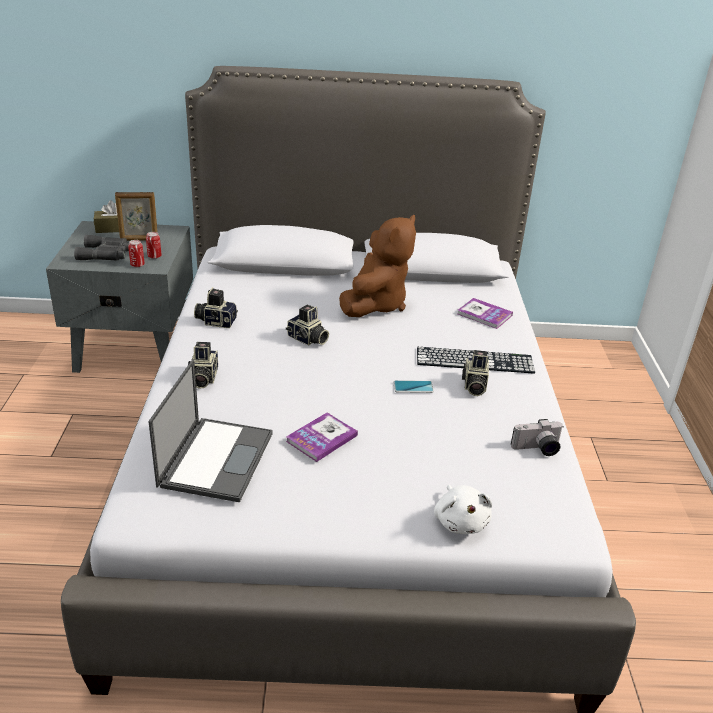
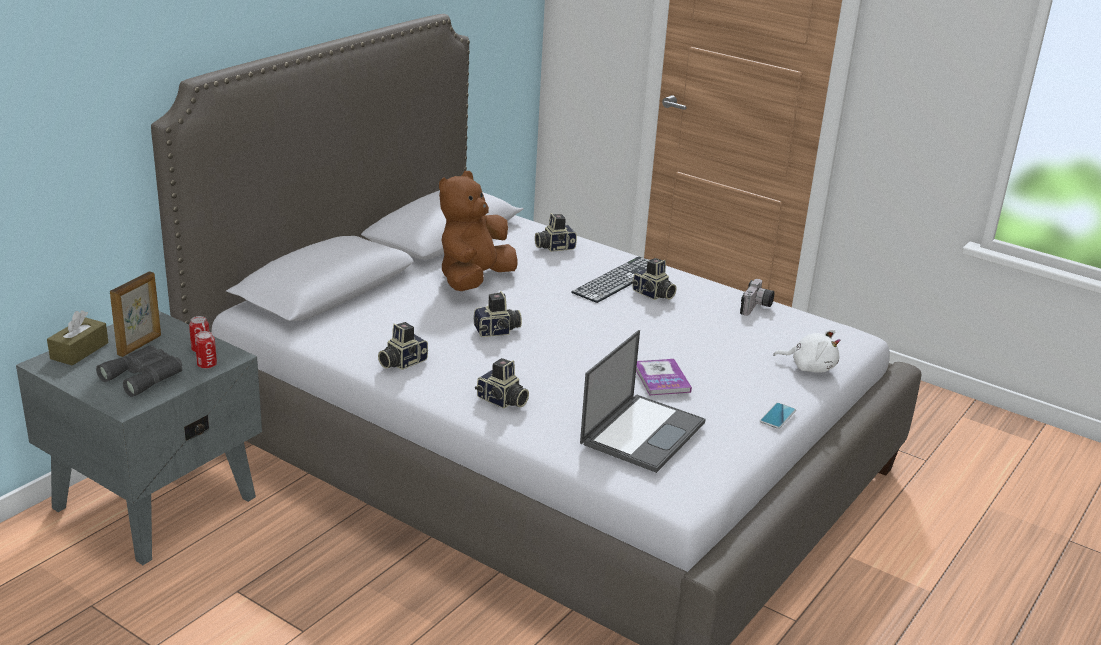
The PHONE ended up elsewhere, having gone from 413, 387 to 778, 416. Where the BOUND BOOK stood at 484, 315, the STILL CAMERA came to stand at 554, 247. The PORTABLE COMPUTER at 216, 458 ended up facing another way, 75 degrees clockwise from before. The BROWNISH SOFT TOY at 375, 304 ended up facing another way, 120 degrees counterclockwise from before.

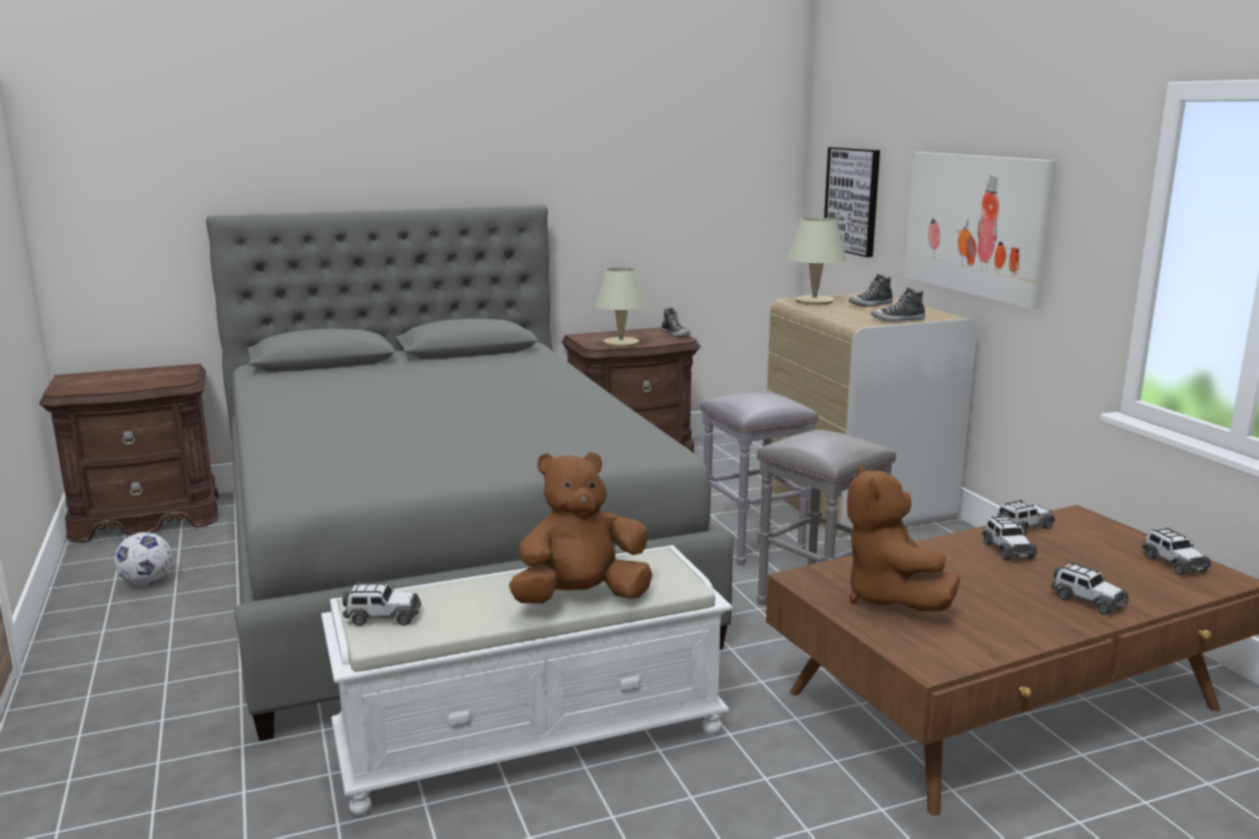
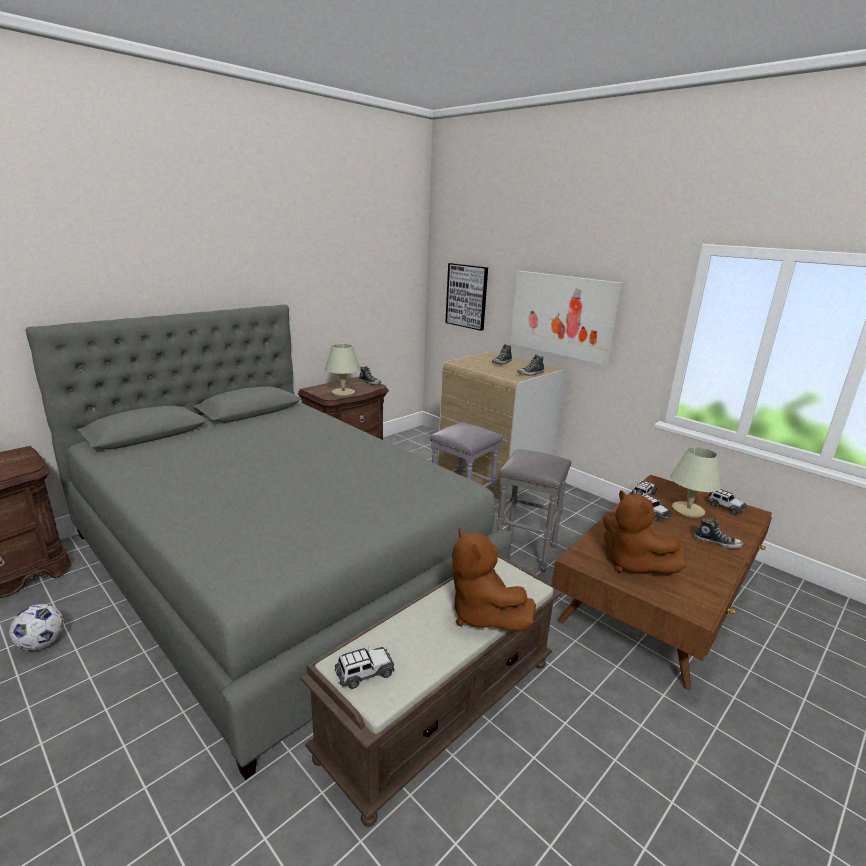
The BEIGE TABLE LAMP ended up elsewhere, having gone from 814, 301 to 688, 510. Where the MODEL CAR stood at 1087, 601, the LOW SHOE came to stand at 717, 542. What was the WHITISH LONG SEAT at 534, 736 turned into the BROWNISH LONG SEAT at 440, 705. The BROWNISH SOFT TOY at 581, 598 ended up facing another way, 75 degrees counterclockwise from before.

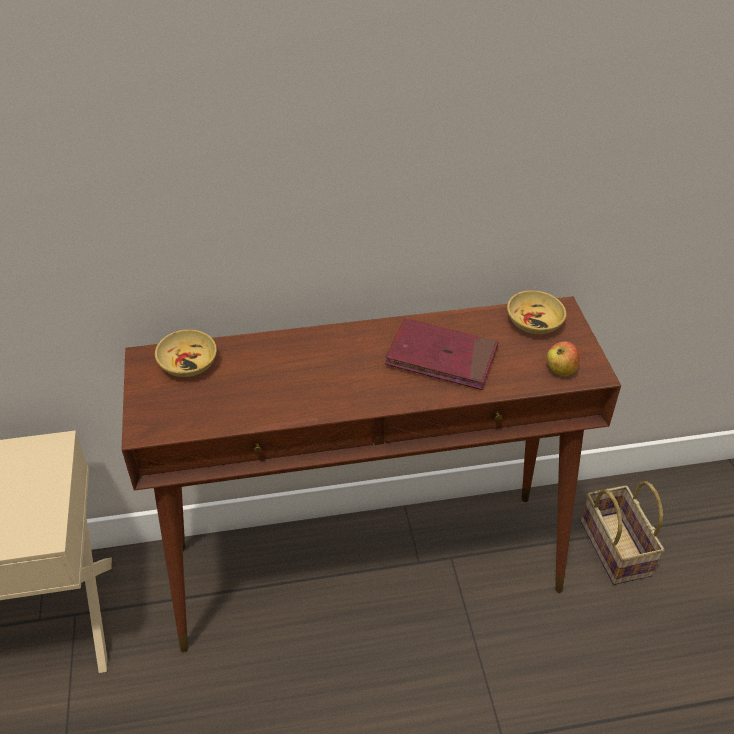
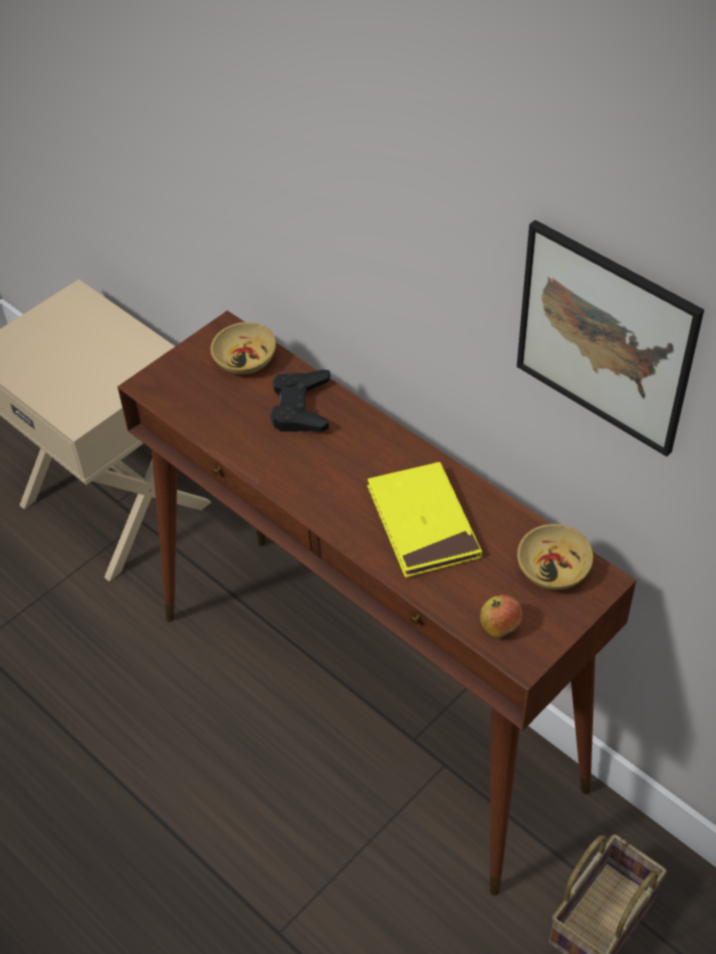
The second view gained the BLACKISH GAMEPAD at 301, 407. The second view gained the WALL PICTURE at 605, 338. What was the RED BOUND BOOK at 441, 358 turned into the YELLOWISH BOUND BOOK at 423, 523.

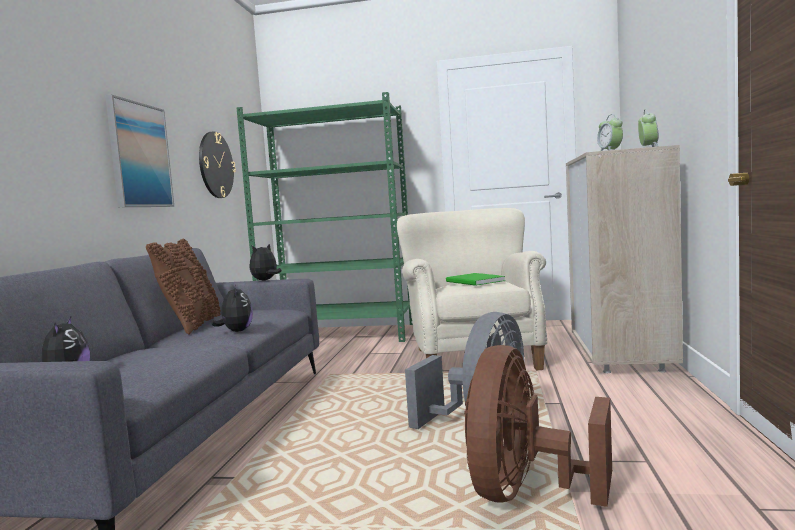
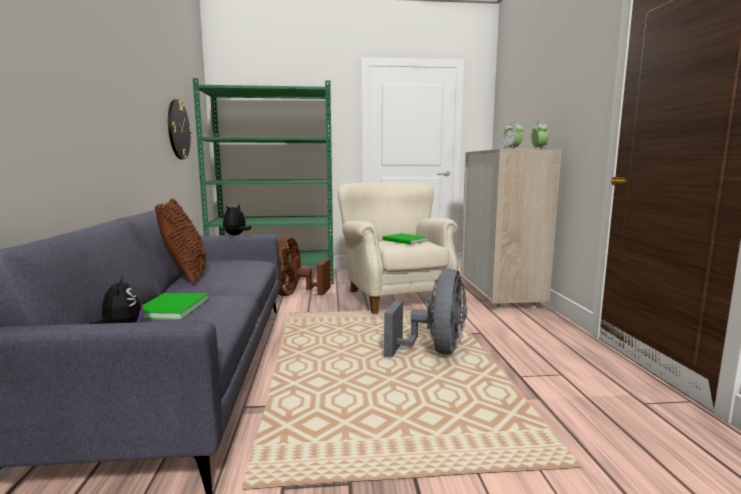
The second view lost the WALL PICTURE at 139, 155. The second view lost the SOFT TOY at 236, 331. The second view gained the GREEN BOUND BOOK at 169, 309. The BROWNISH ELECTRIC FAN ended up elsewhere, having gone from 526, 493 to 295, 294.

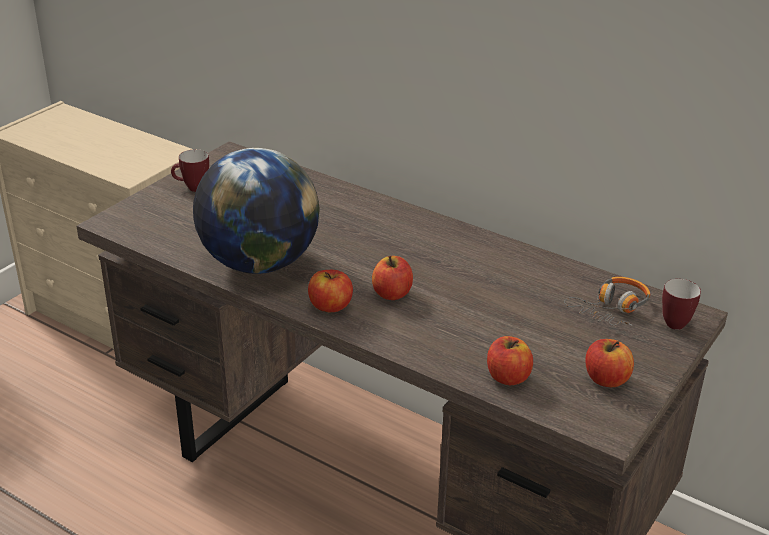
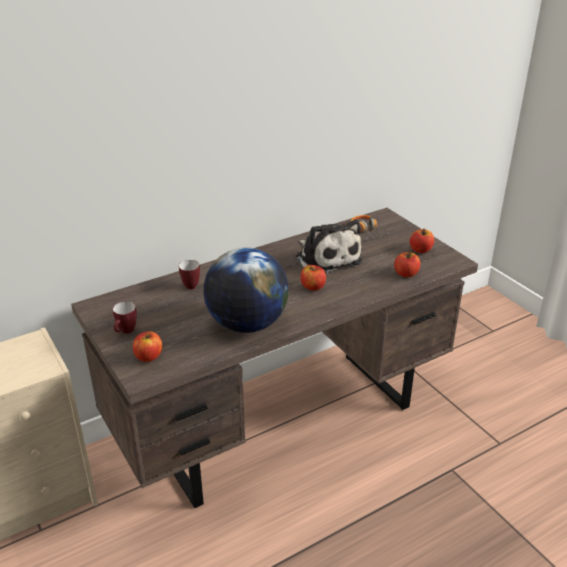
The second view gained the SOFT TOY at 326, 258. The APPLE FRUIT ended up elsewhere, having gone from 330, 306 to 148, 356. The TEA MUG ended up elsewhere, having gone from 675, 321 to 189, 285.

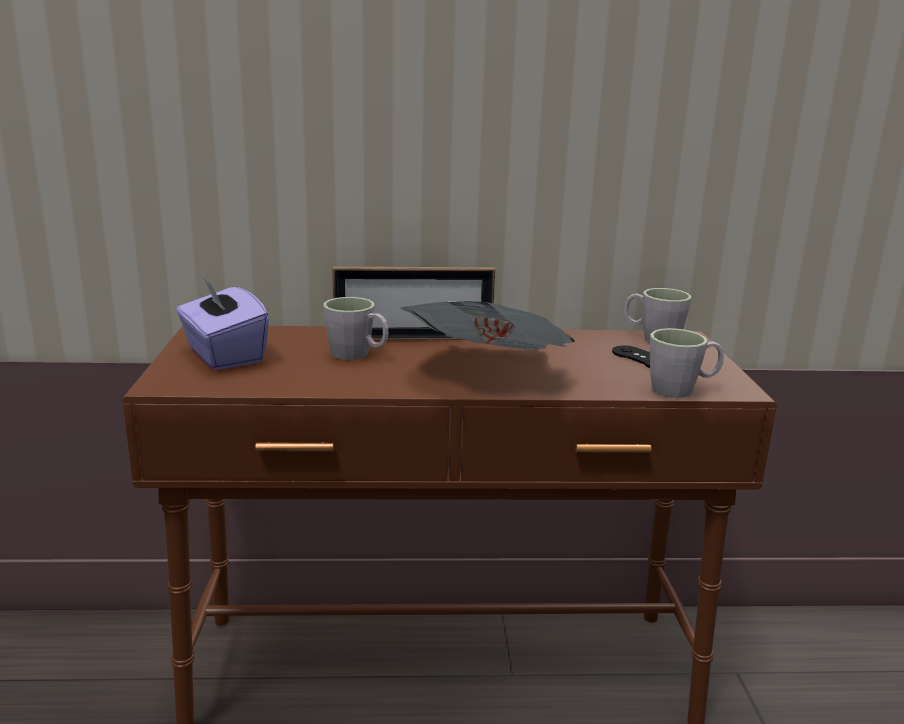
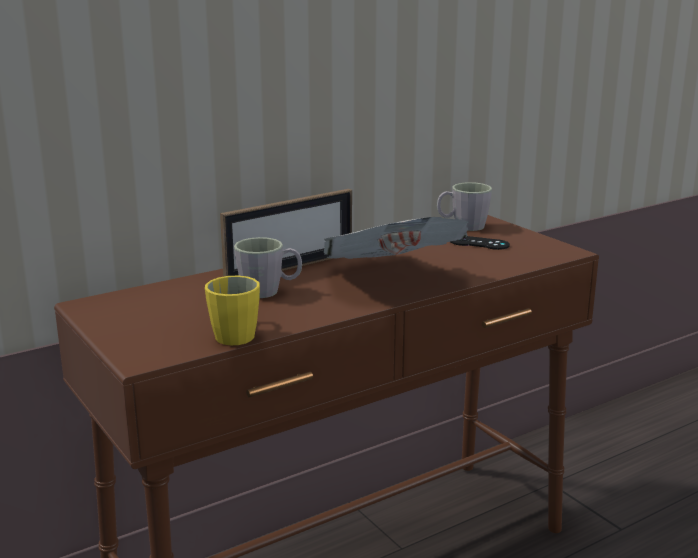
The second view lost the PURPLE-COLOURED BOX OF TISSUES at 223, 355. The second view lost the GRAY TEA MUG at 681, 390. The second view gained the YELLOWISH TEA MUG at 237, 333.

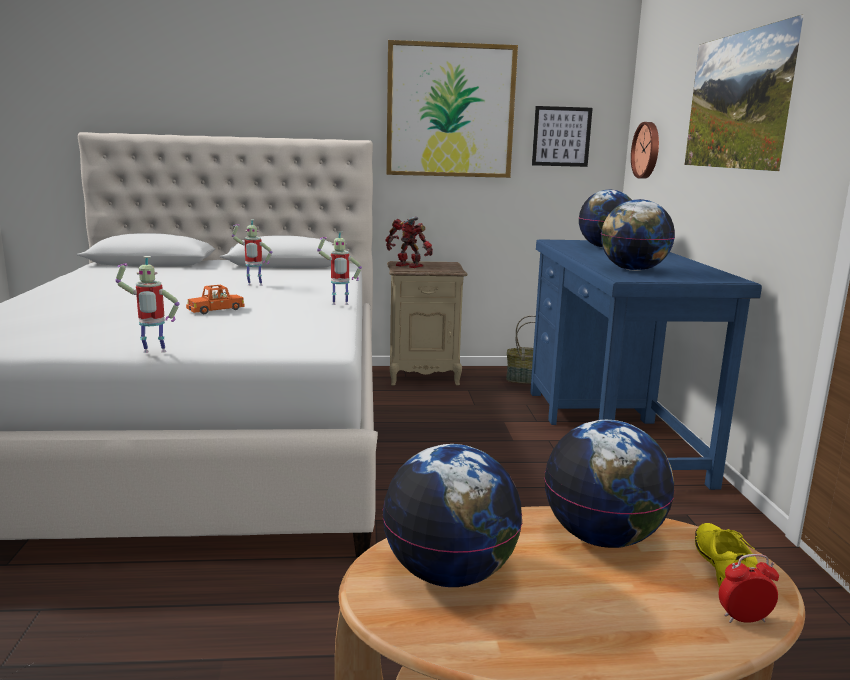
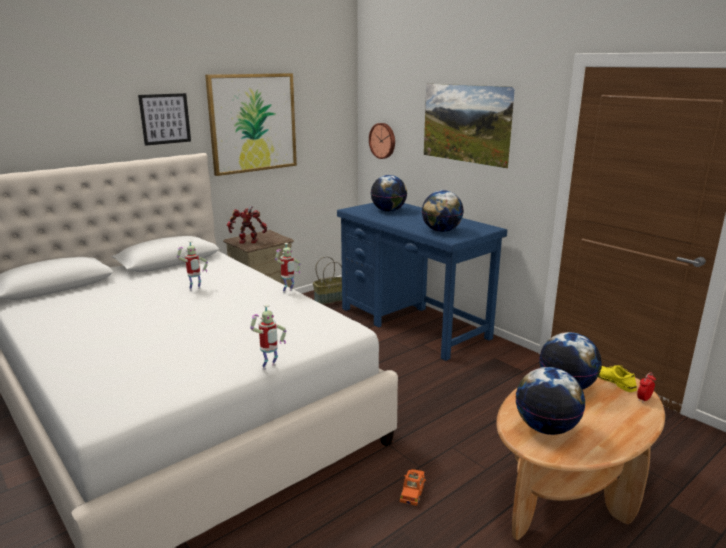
The ORANGEY MODEL CAR ended up elsewhere, having gone from 216, 310 to 413, 491. The WALL PICTURE ended up elsewhere, having gone from 561, 136 to 165, 119.

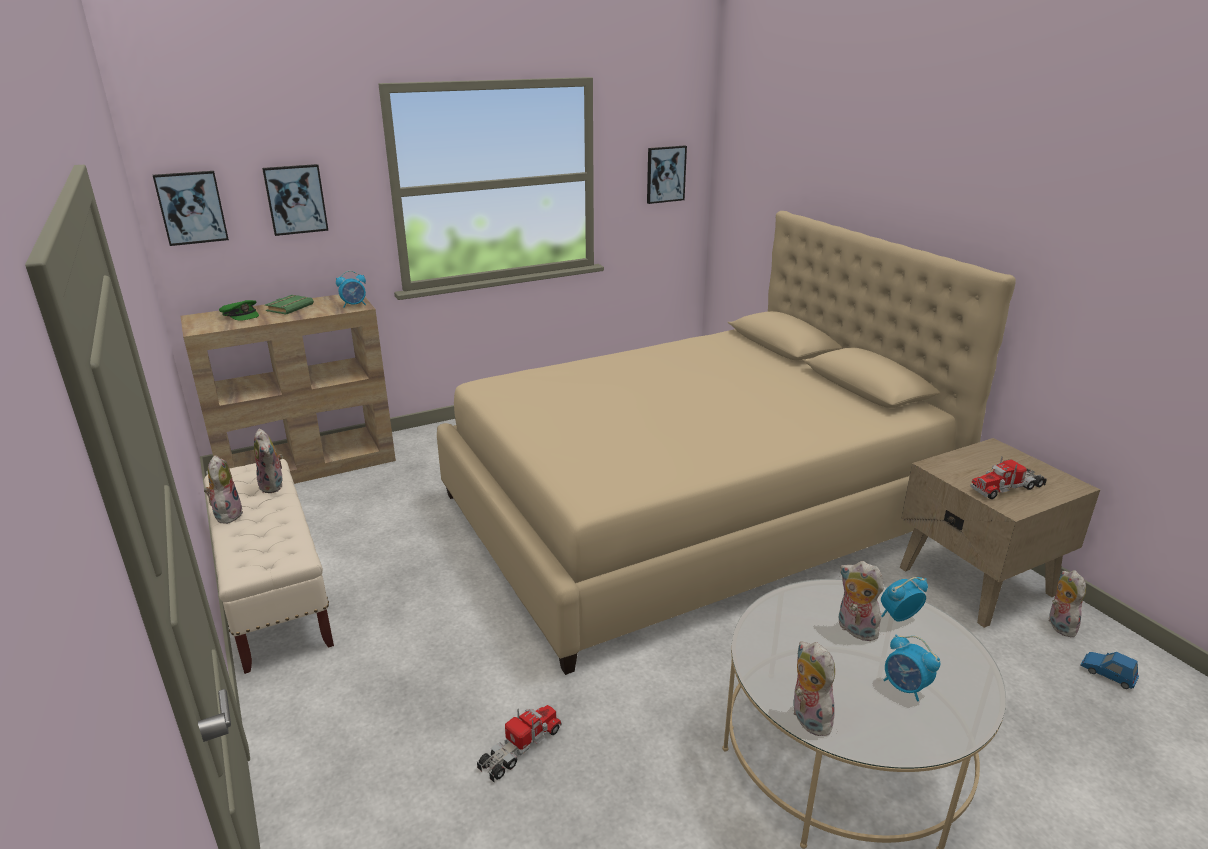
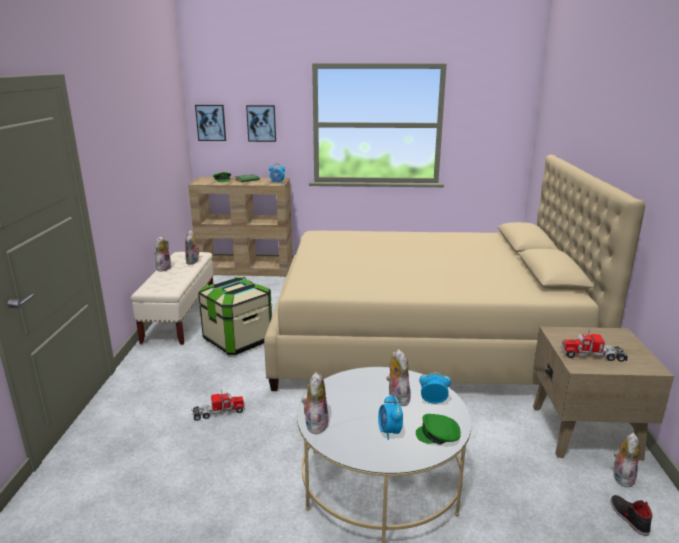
The second view lost the WALL PICTURE at 665, 174. The second view gained the STORAGE CONTAINER at 238, 340. The second view gained the GREEN BASEBALL CAP at 439, 436. Where the BLUISH MODEL CAR stood at 1108, 674, the BLACKISH LOW SHOE came to stand at 628, 517.

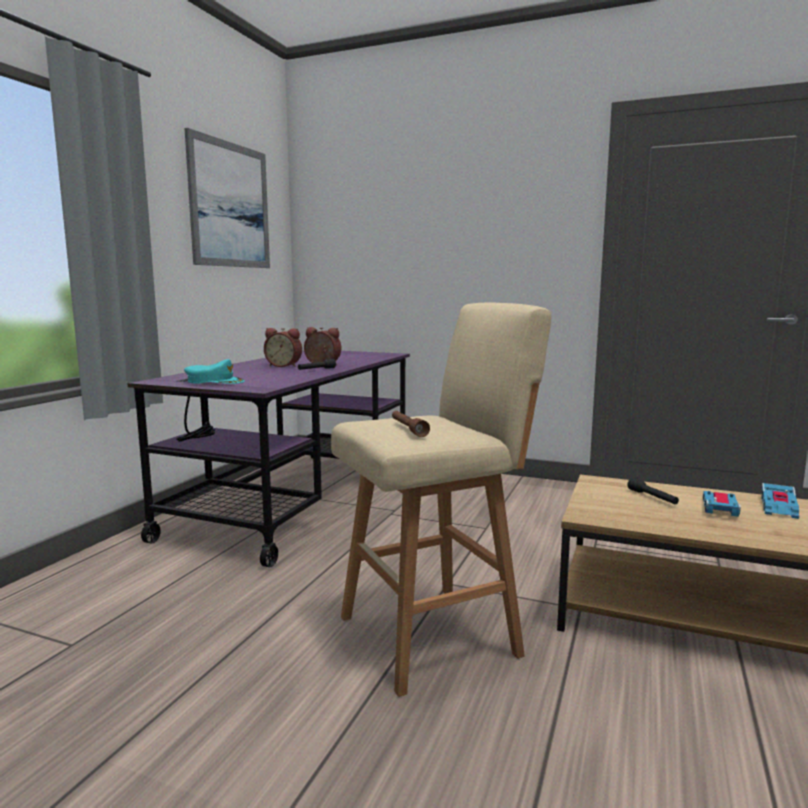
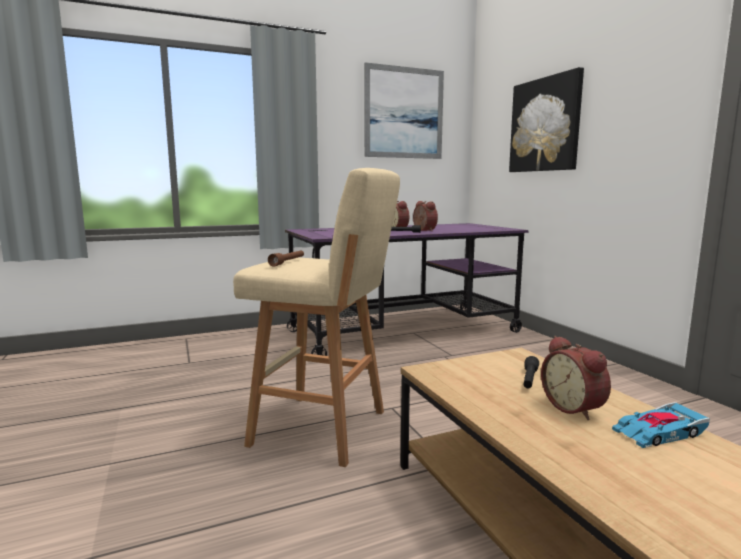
The second view lost the BLUE-GREEN BASEBALL CAP at 215, 381. The second view gained the WALL PICTURE at 545, 125. Where the MODEL CAR stood at 719, 508, the ALARM CLOCK came to stand at 574, 408.

